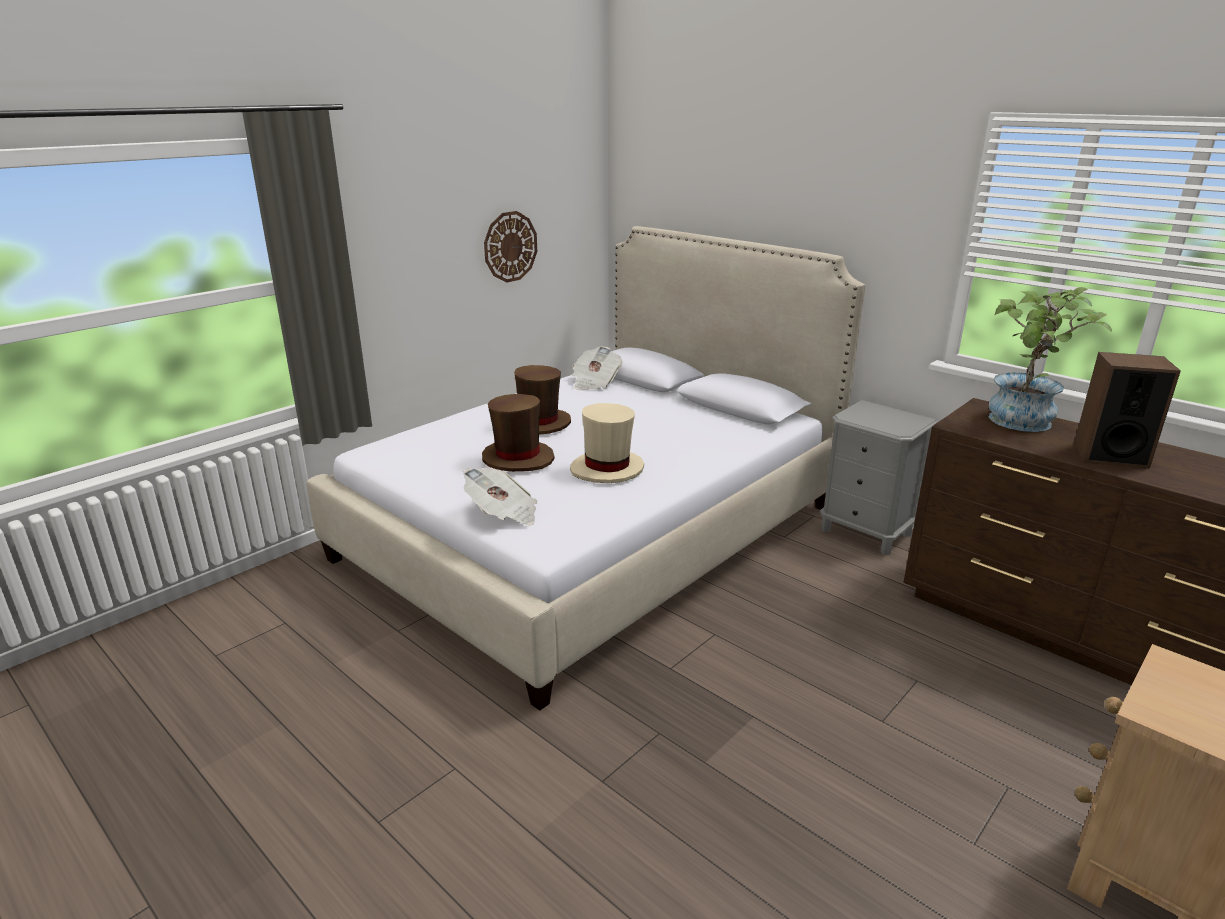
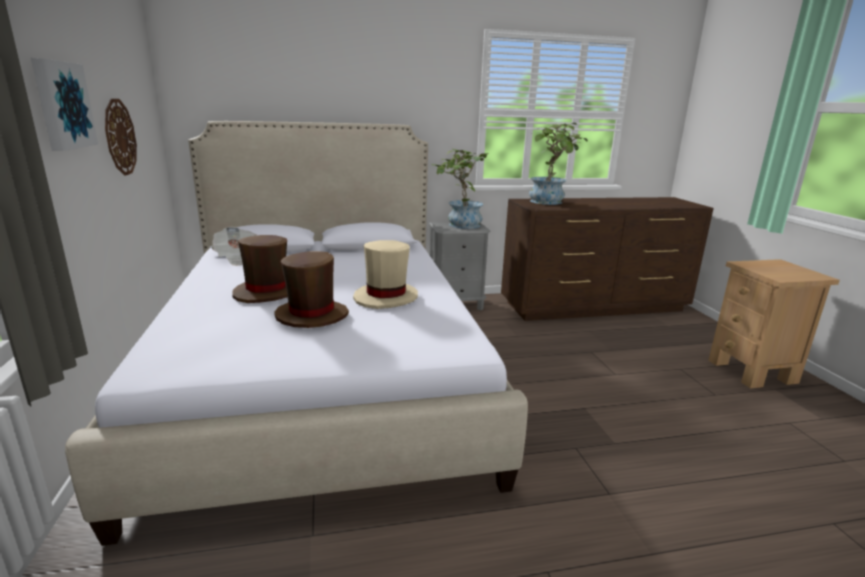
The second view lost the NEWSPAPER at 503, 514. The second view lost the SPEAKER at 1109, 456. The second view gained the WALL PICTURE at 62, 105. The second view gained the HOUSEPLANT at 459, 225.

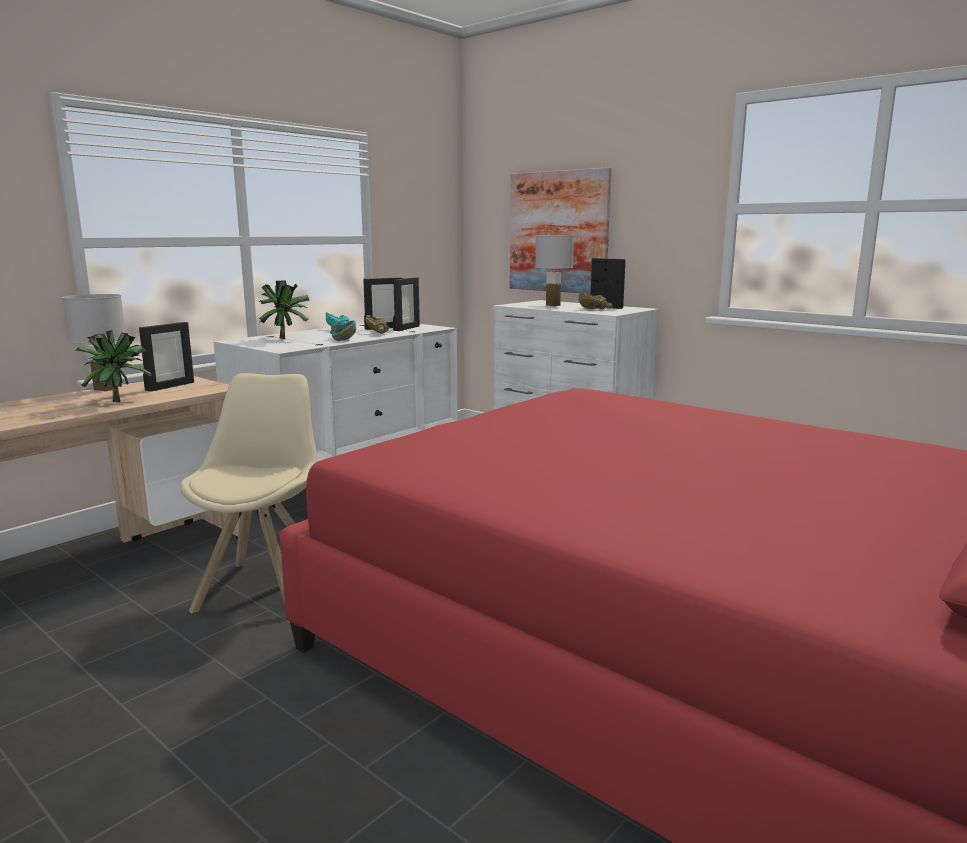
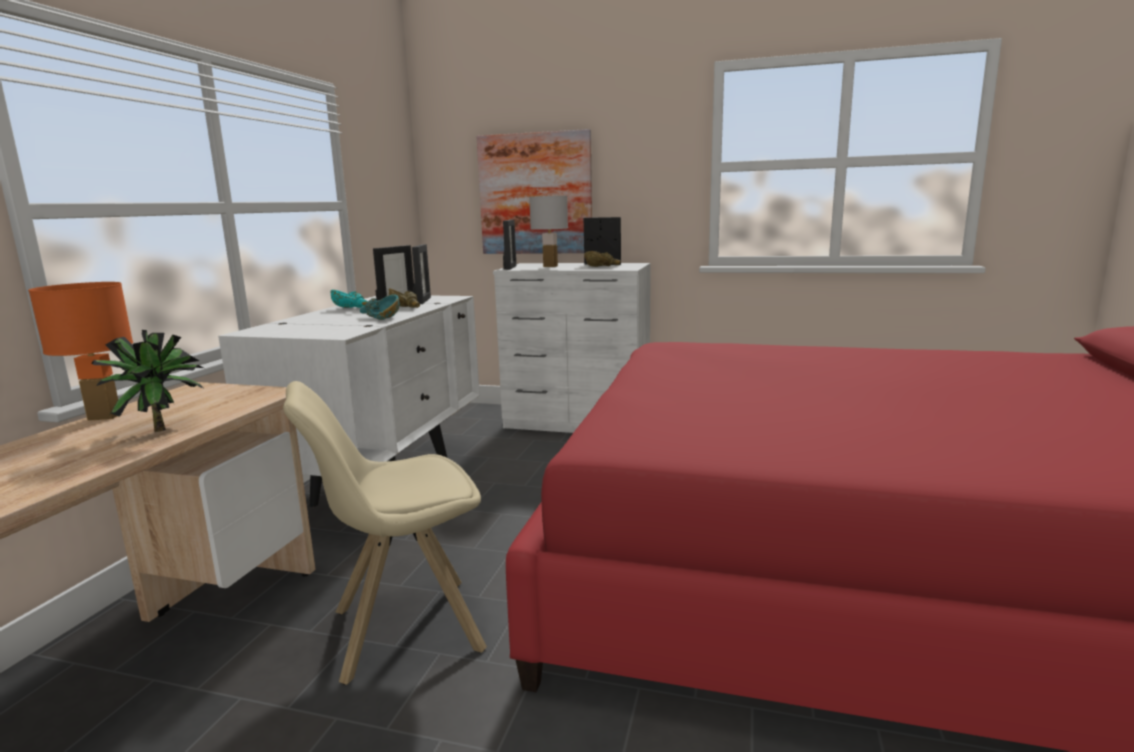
The second view lost the HOUSEPLANT at 286, 338. The PICTURE FRAME ended up elsewhere, having gone from 170, 386 to 510, 267. What was the WHITISH TABLE LAMP at 104, 389 turned into the ORANGEY TABLE LAMP at 103, 417. The BEIGE PLAIN CHAIR at 264, 589 ended up facing another way, 90 degrees counterclockwise from before.

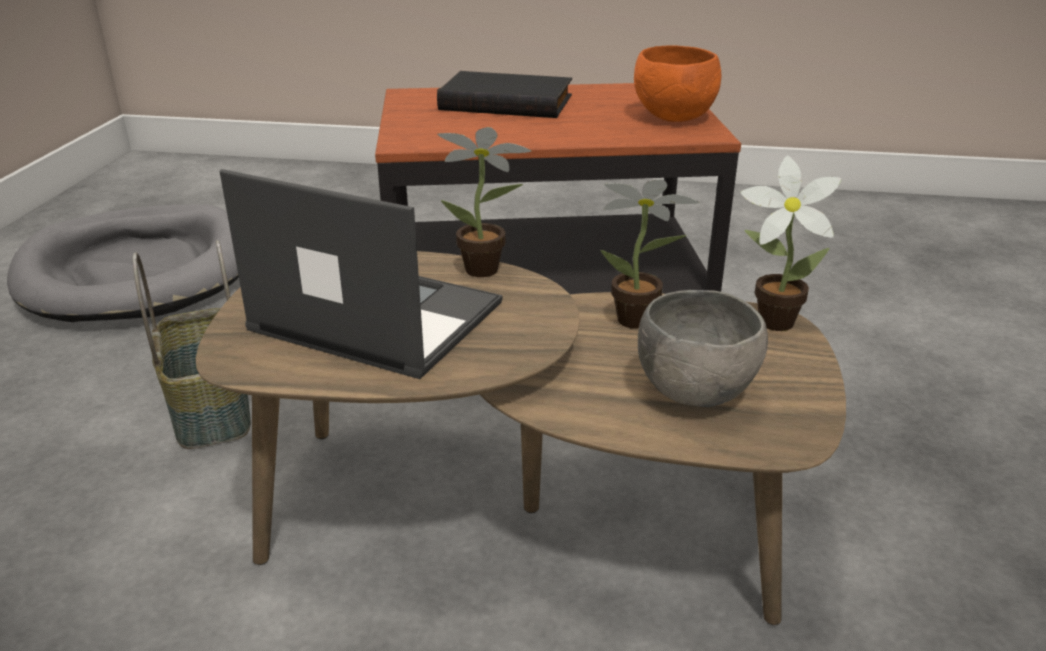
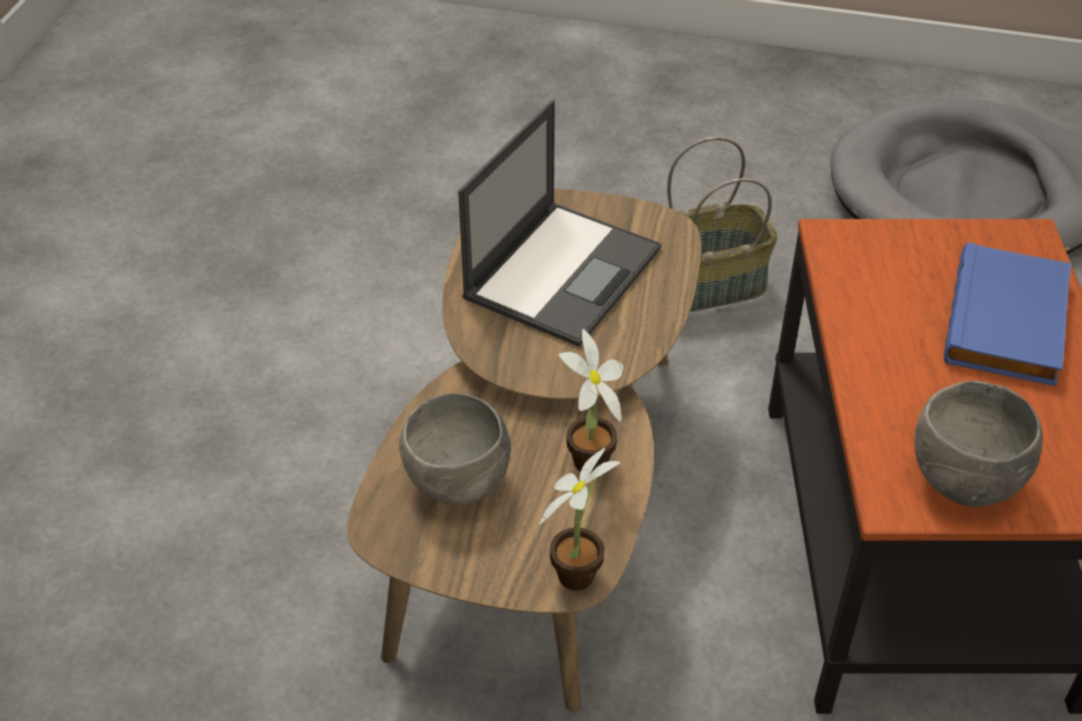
The second view lost the HOUSEPLANT at 487, 271. What was the BLACKISH BOUND BOOK at 508, 102 turned into the BLUISH BOUND BOOK at 1009, 323. What was the ORANGEY SERVING BOWL at 674, 118 turned into the GRAY SERVING BOWL at 962, 481.

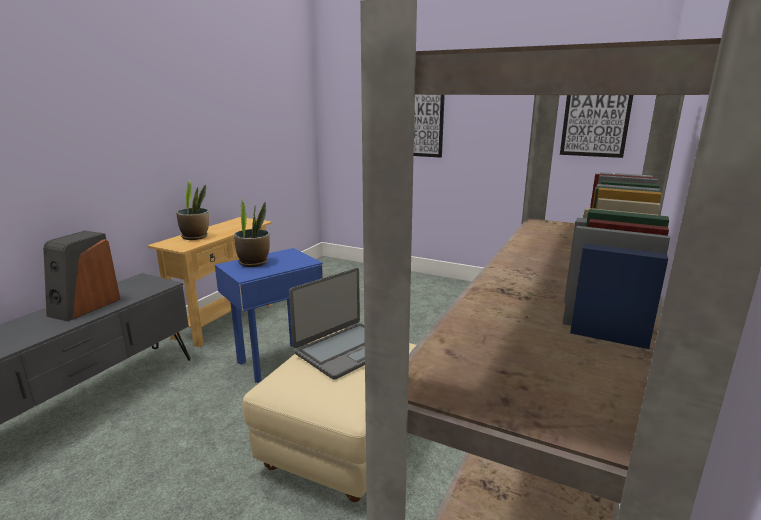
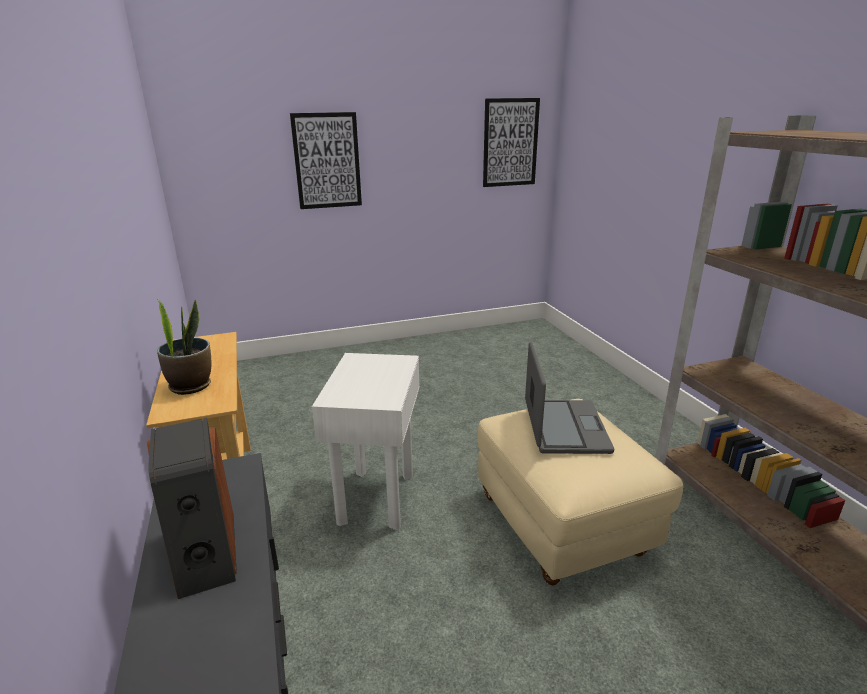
The second view lost the HOUSEPLANT at 254, 262. What was the BLUISH SIDE TABLE at 277, 361 turned into the WHITISH SIDE TABLE at 378, 498.

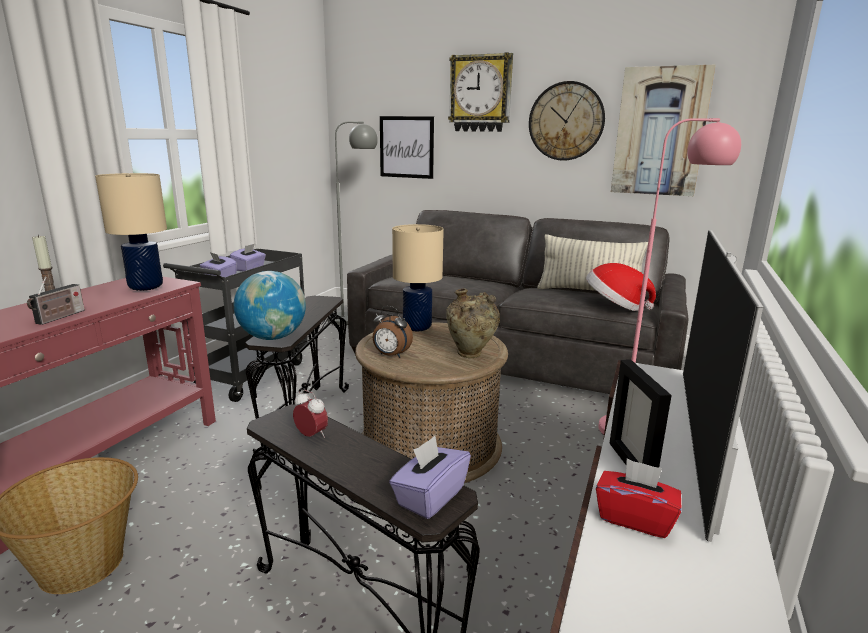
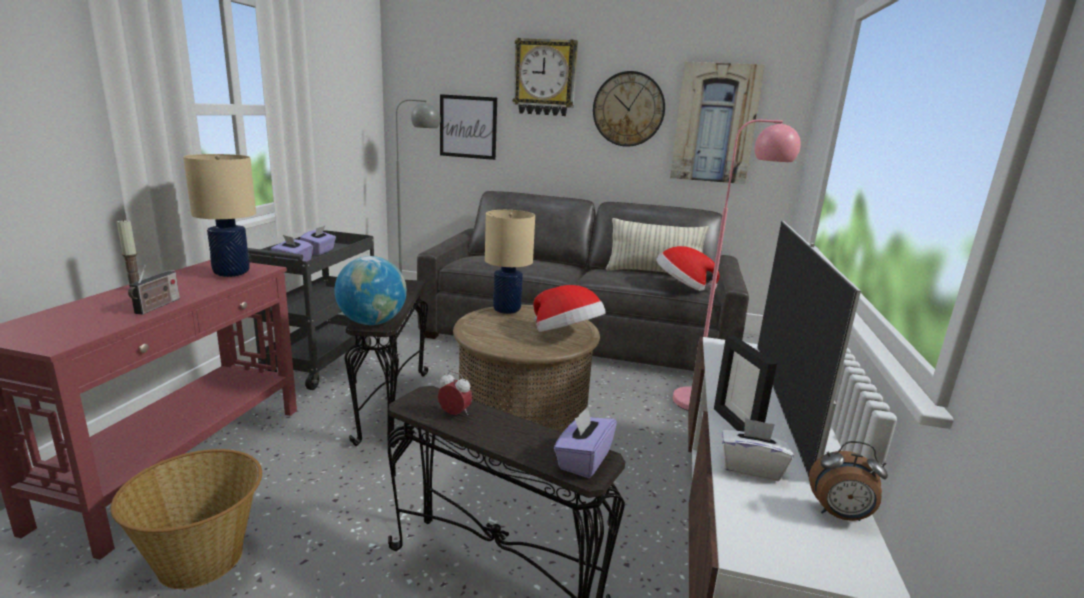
The ALARM CLOCK ended up elsewhere, having gone from 391, 355 to 839, 515. Where the BEIGE VASE stood at 471, 355, the WEARABLE HAT came to stand at 566, 335. What was the RED BOX OF TISSUES at 634, 518 turned into the WHITISH BOX OF TISSUES at 751, 467.

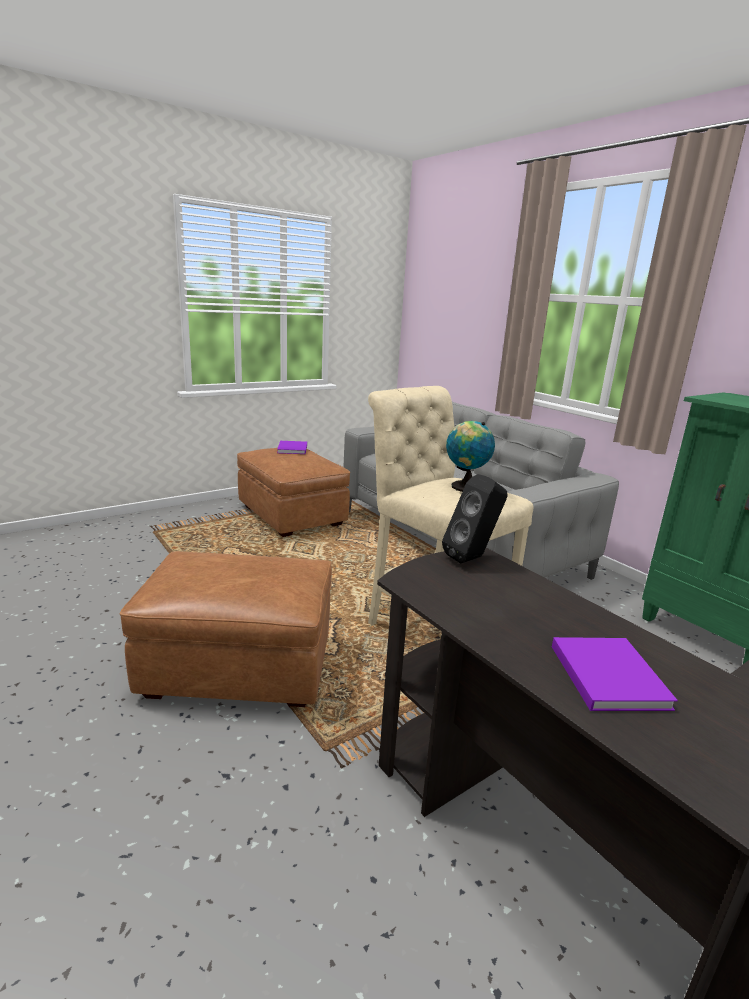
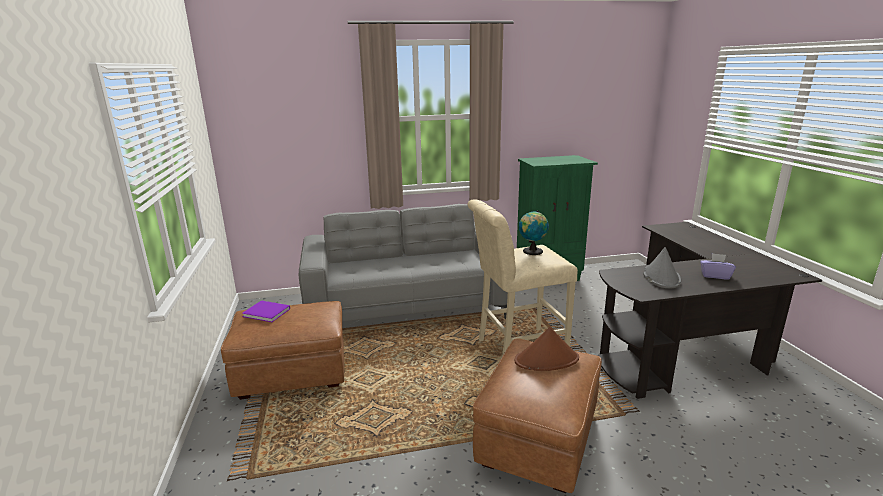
The second view lost the BLACKISH SPEAKER at 472, 558. The second view gained the BROWNISH WEARABLE HAT at 547, 360. The second view gained the GRAY WEARABLE HAT at 661, 277. Where the PURPLE-COLOURED BOUND BOOK stood at 606, 674, the PURPLE-COLOURED BOX OF TISSUES came to stand at 715, 275.

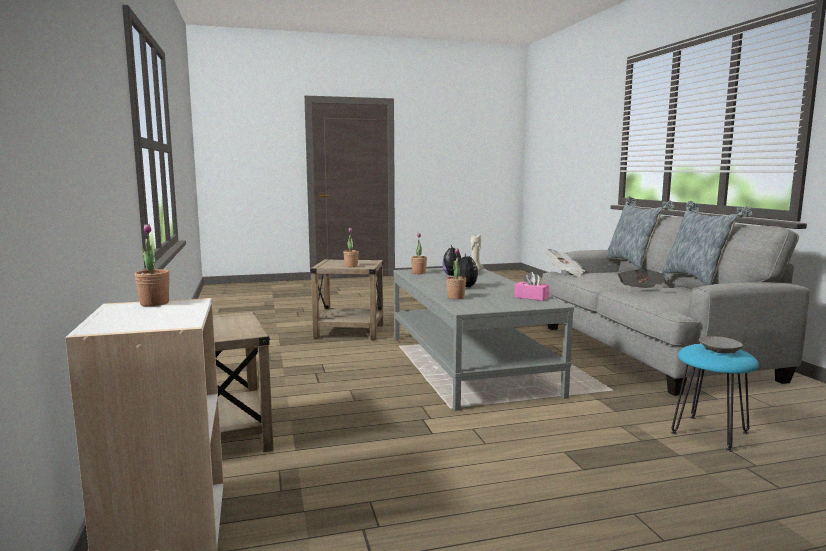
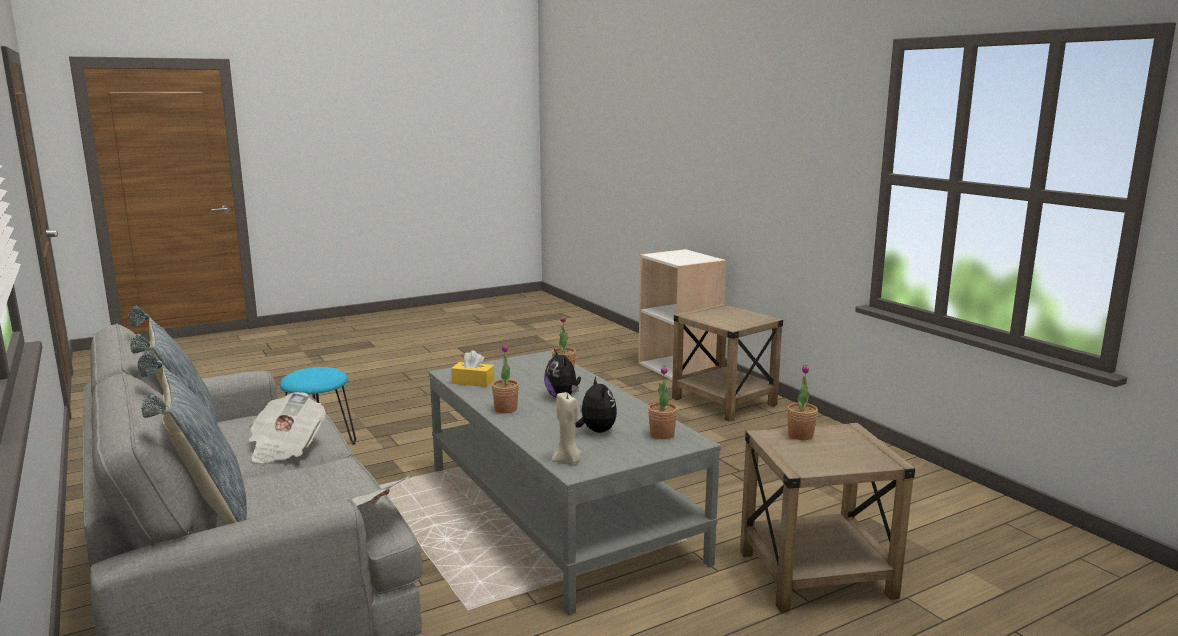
The second view lost the GRAY SERVING BOWL at 719, 351. The HOUSEPLANT ended up elsewhere, having gone from 154, 303 to 505, 409. What was the PINKISH BOX OF TISSUES at 531, 297 turned into the YELLOWISH BOX OF TISSUES at 473, 382.

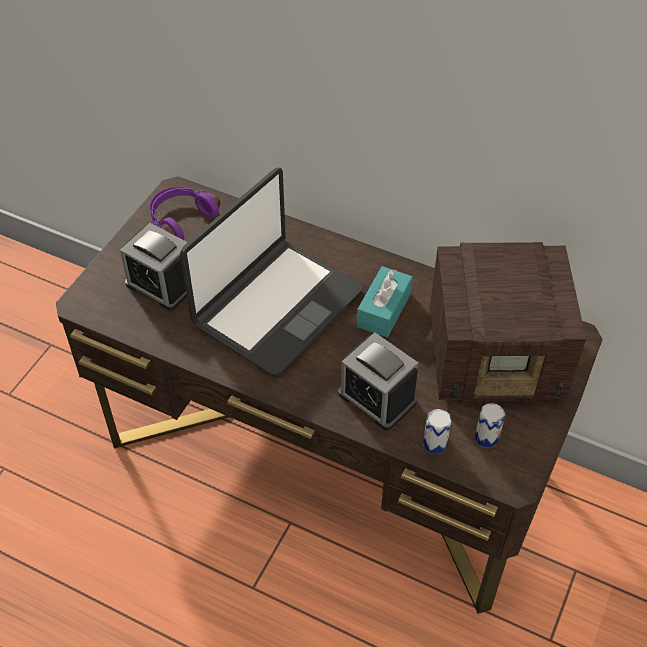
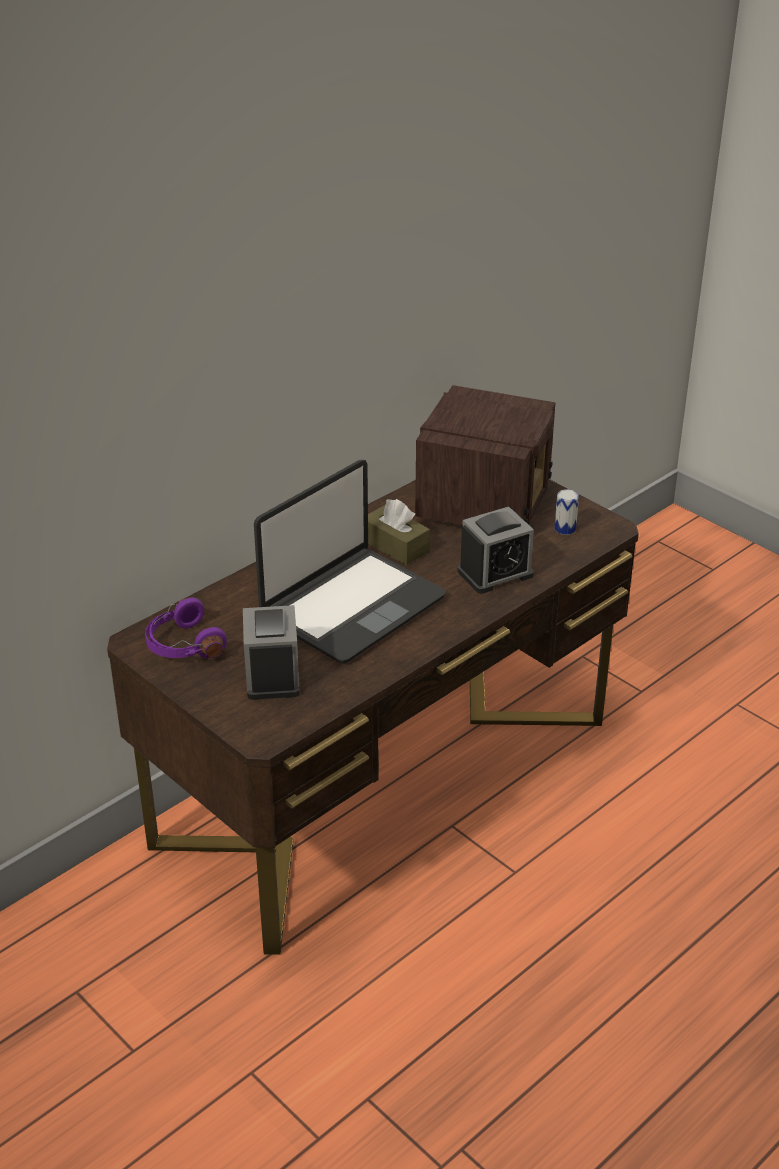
The second view lost the METAL CAN at 435, 443. What was the BLUE-GREEN BOX OF TISSUES at 384, 310 turned into the BROWNISH BOX OF TISSUES at 395, 546. The ALARM CLOCK at 162, 284 ended up facing another way, 120 degrees clockwise from before. The PORTABLE COMPUTER at 276, 306 ended up facing another way, 75 degrees clockwise from before.

